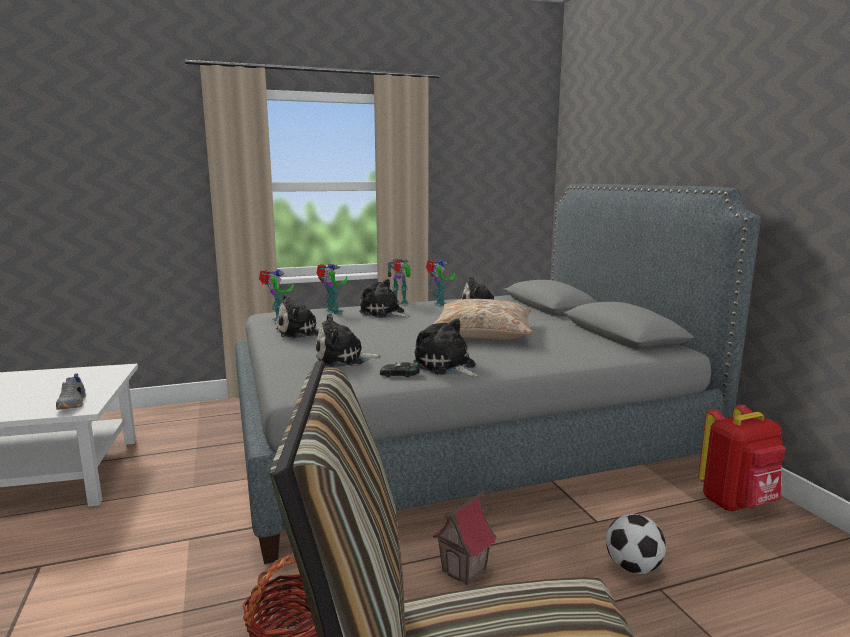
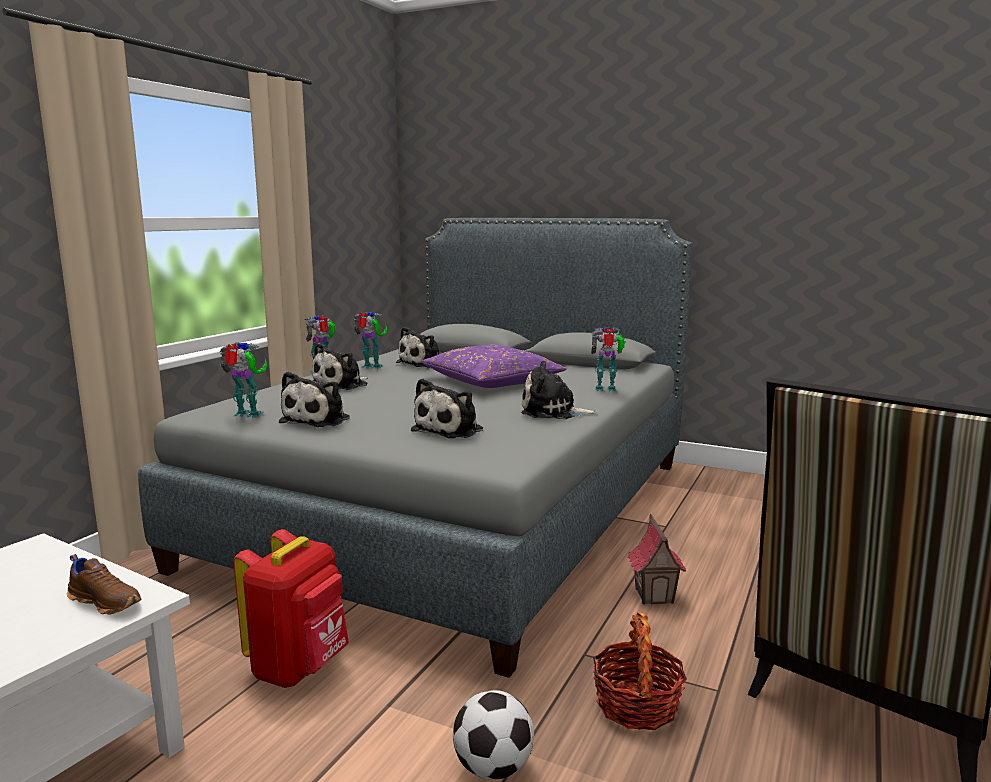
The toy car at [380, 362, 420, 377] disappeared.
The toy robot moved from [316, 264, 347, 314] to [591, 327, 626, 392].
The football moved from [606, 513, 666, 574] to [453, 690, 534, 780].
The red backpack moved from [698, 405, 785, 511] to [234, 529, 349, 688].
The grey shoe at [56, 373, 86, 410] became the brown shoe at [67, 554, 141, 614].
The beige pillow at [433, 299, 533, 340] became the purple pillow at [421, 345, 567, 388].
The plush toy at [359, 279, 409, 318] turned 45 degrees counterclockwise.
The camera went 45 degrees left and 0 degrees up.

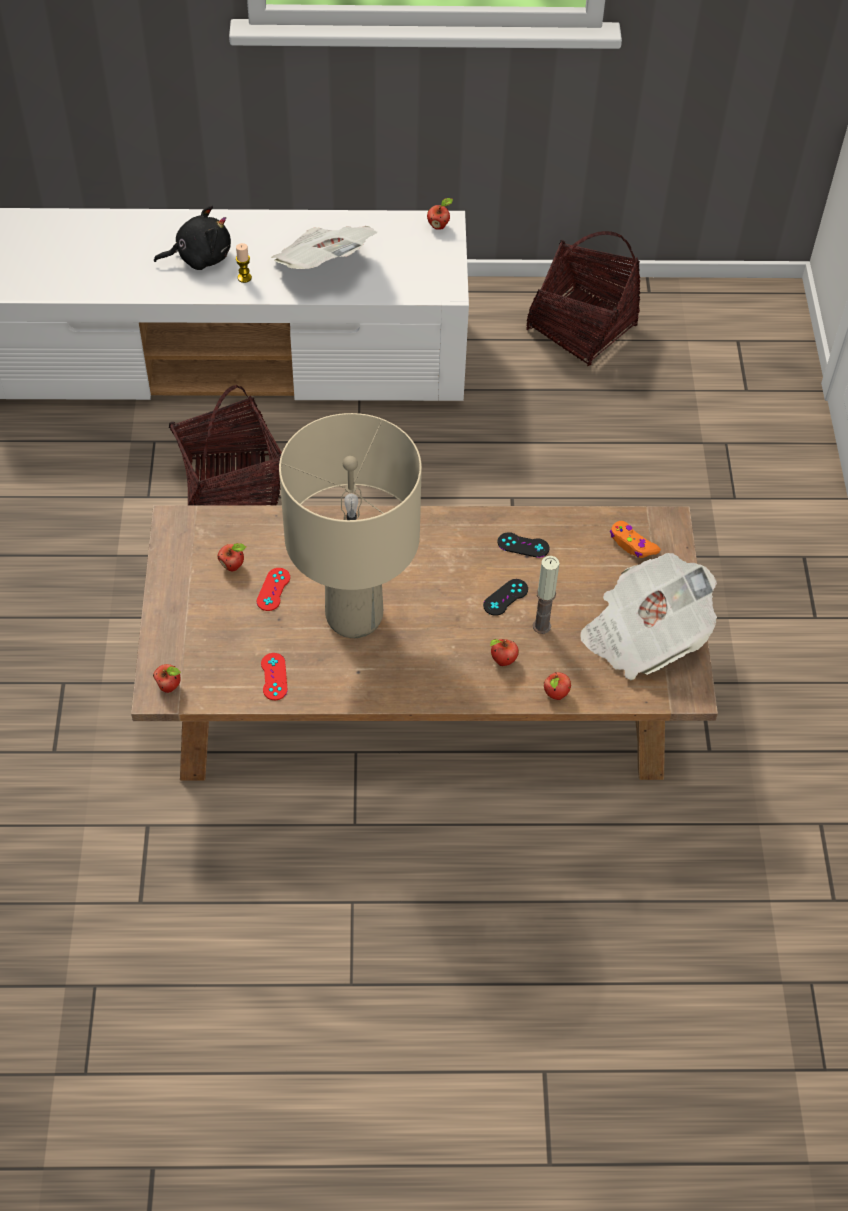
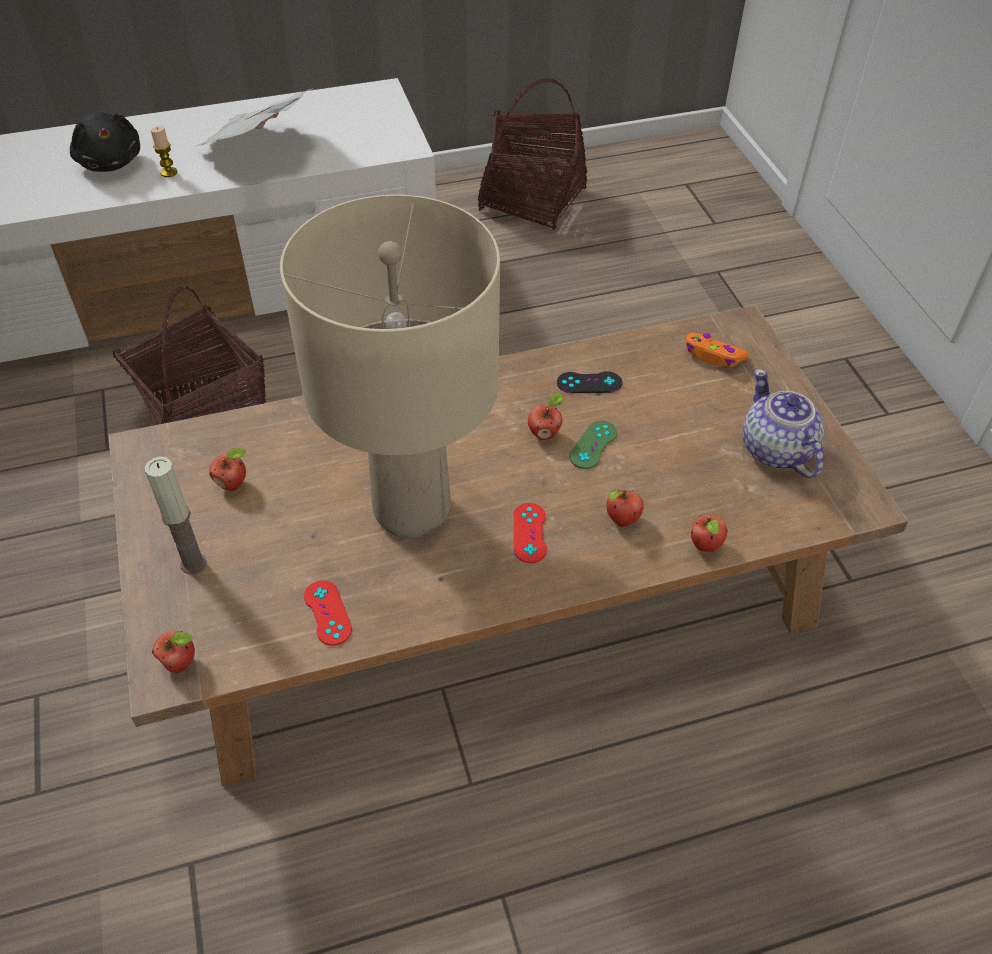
The red game controller moved from [256, 568, 290, 611] to [514, 503, 547, 563].
The apple moved from [427, 198, 453, 229] to [528, 393, 564, 440].
The candle moved from [533, 556, 559, 634] to [145, 457, 207, 574].
The newspaper at [580, 553, 717, 680] was replaced by the teapot at [743, 369, 824, 478].
The black game controller at [483, 579, 528, 616] became the green game controller at [569, 421, 617, 469].
The black plush toy at [154, 205, 231, 270] turned 90 degrees clockwise.
The camera went 15 degrees left and 5 degrees down.

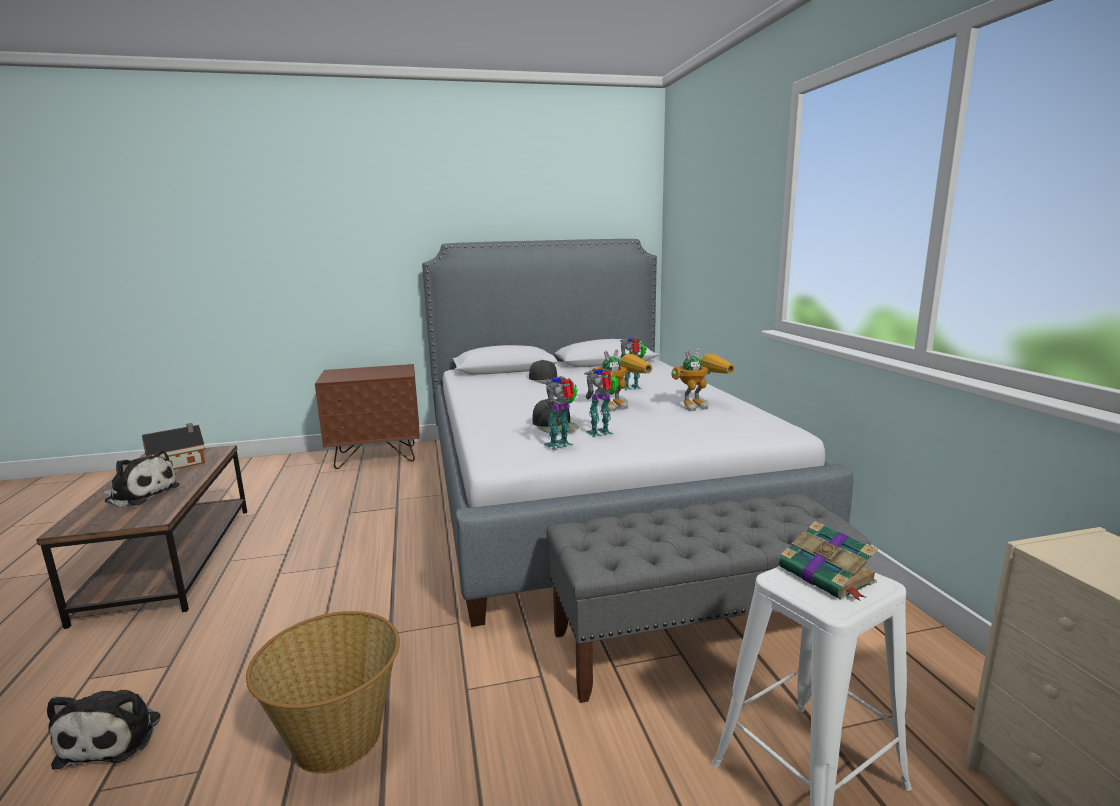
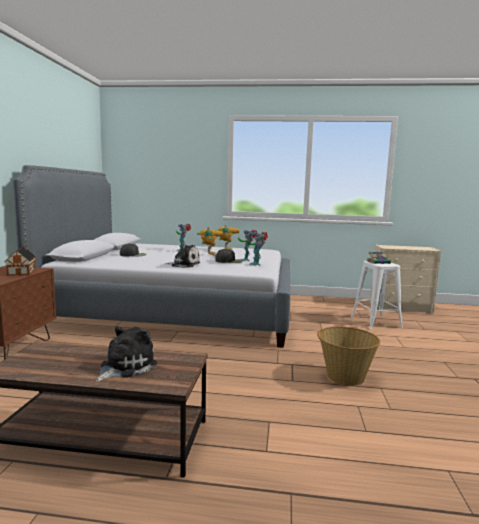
The grey bench at [546, 494, 871, 703] disappeared.
The plush toy moved from [47, 690, 160, 769] to [166, 245, 200, 268].
The toy house moved from [142, 423, 205, 470] to [5, 245, 36, 275].
The camera went 70 degrees left and 5 degrees down.

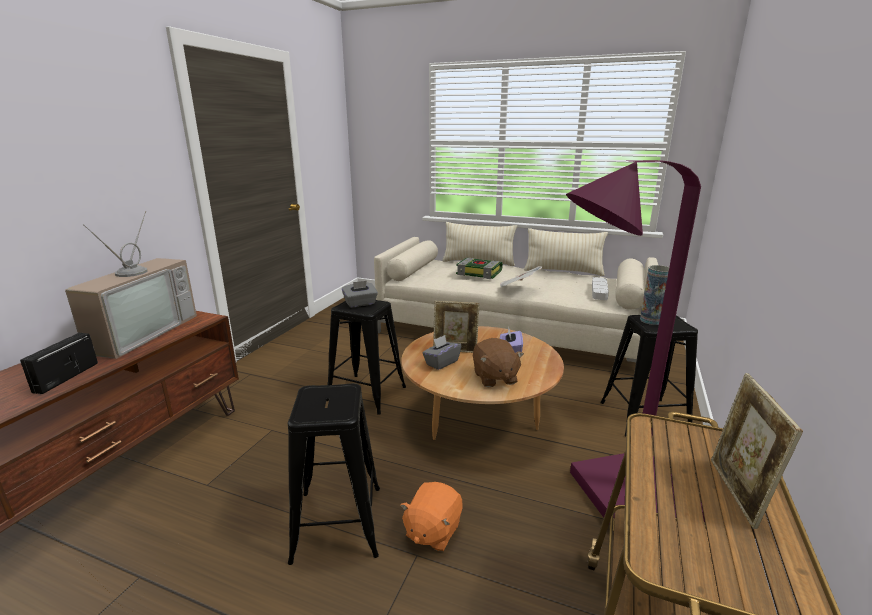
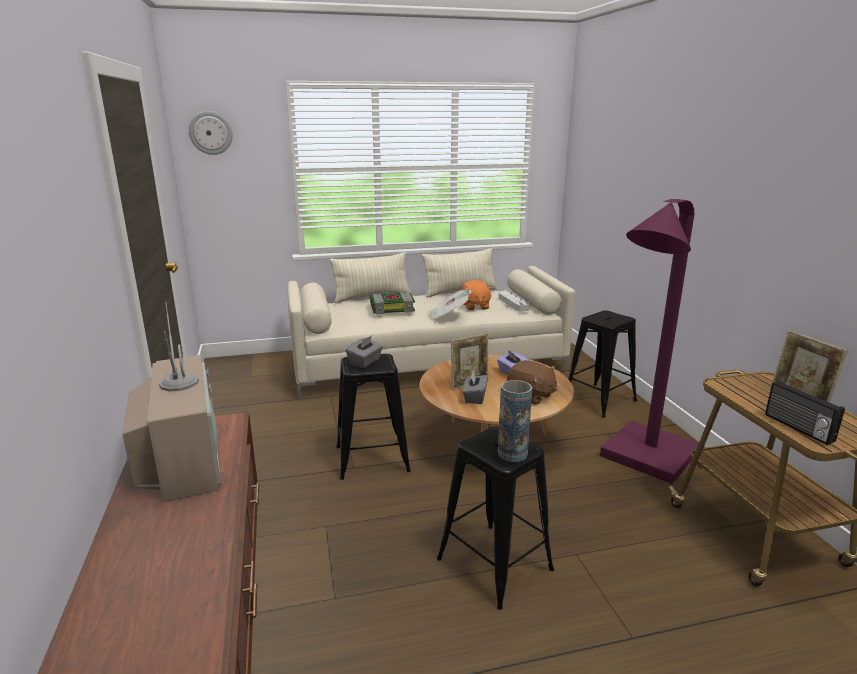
The wall clock at [189, 111, 233, 155] appeared.
The radio moved from [20, 333, 98, 394] to [765, 381, 845, 445].
The orange plush toy moved from [400, 482, 463, 551] to [462, 280, 493, 310].
The vase moved from [640, 265, 669, 325] to [498, 380, 532, 462].
The camera went 35 degrees left and 0 degrees up.

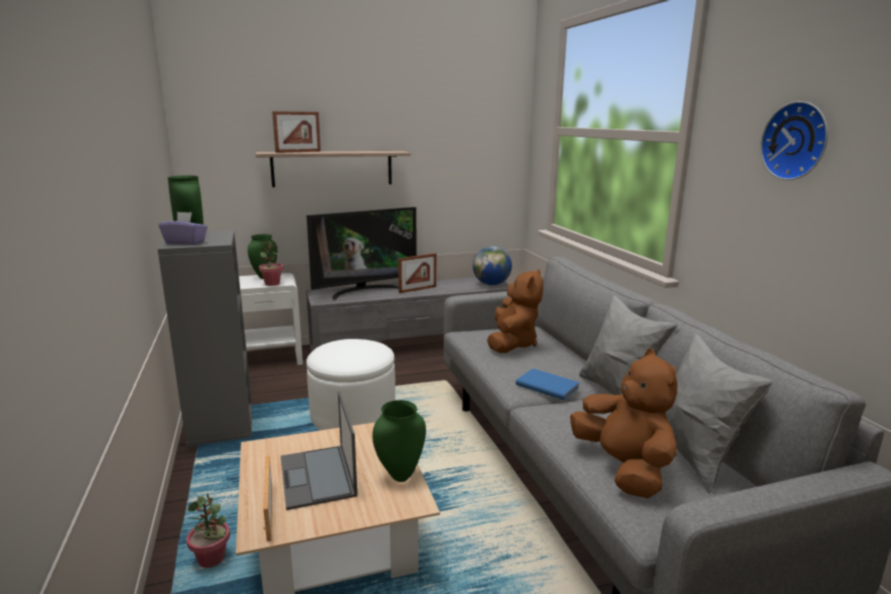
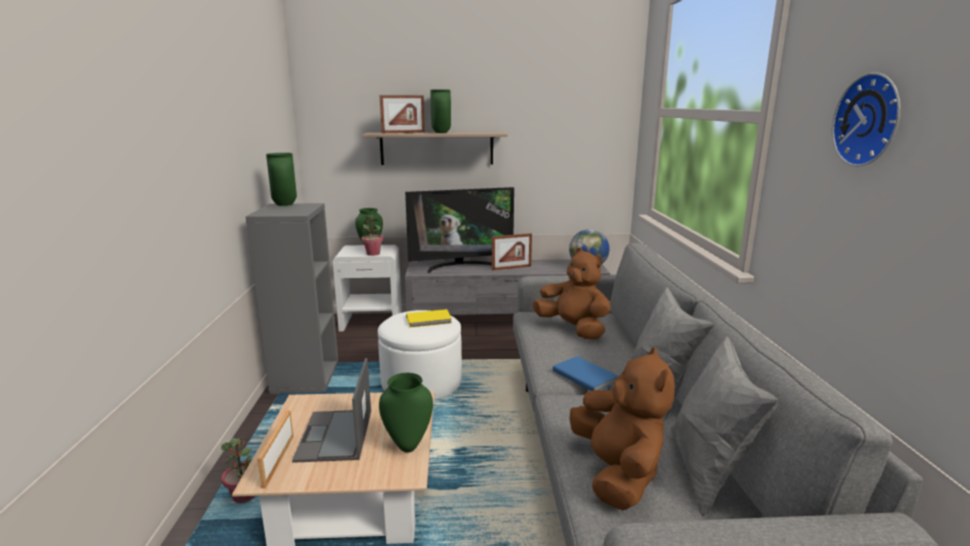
The purple tissue box at [159, 212, 207, 245] disappeared.
The yellow book at [406, 309, 452, 328] appeared.
The green vase at [430, 90, 451, 133] appeared.
The brown plush toy at [487, 269, 543, 353] turned 75 degrees counterclockwise.
The camera went 15 degrees right and 0 degrees up.

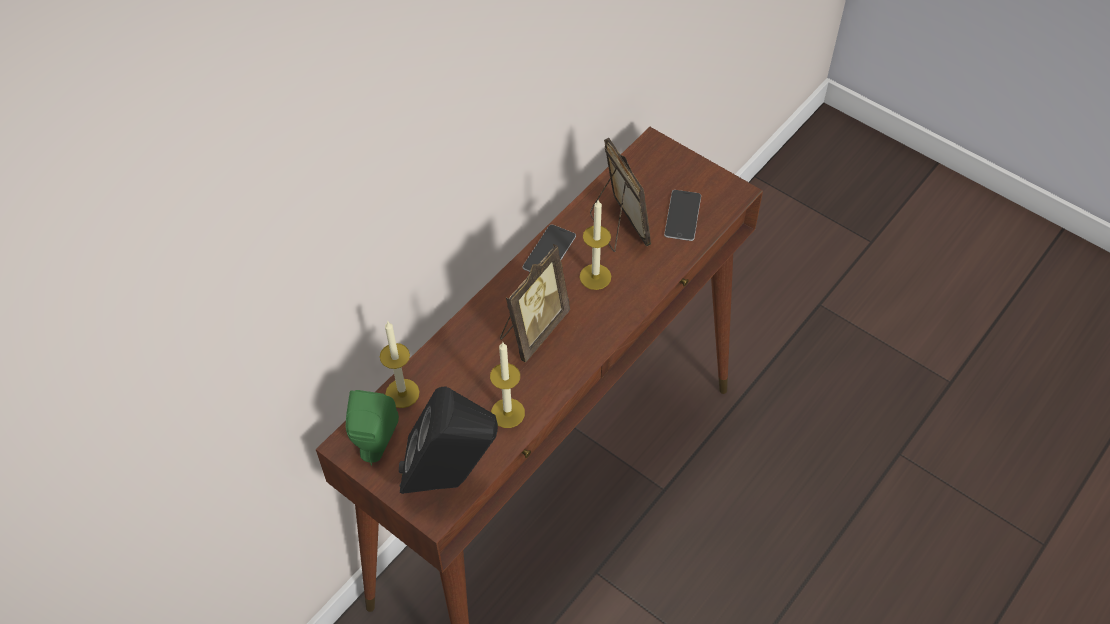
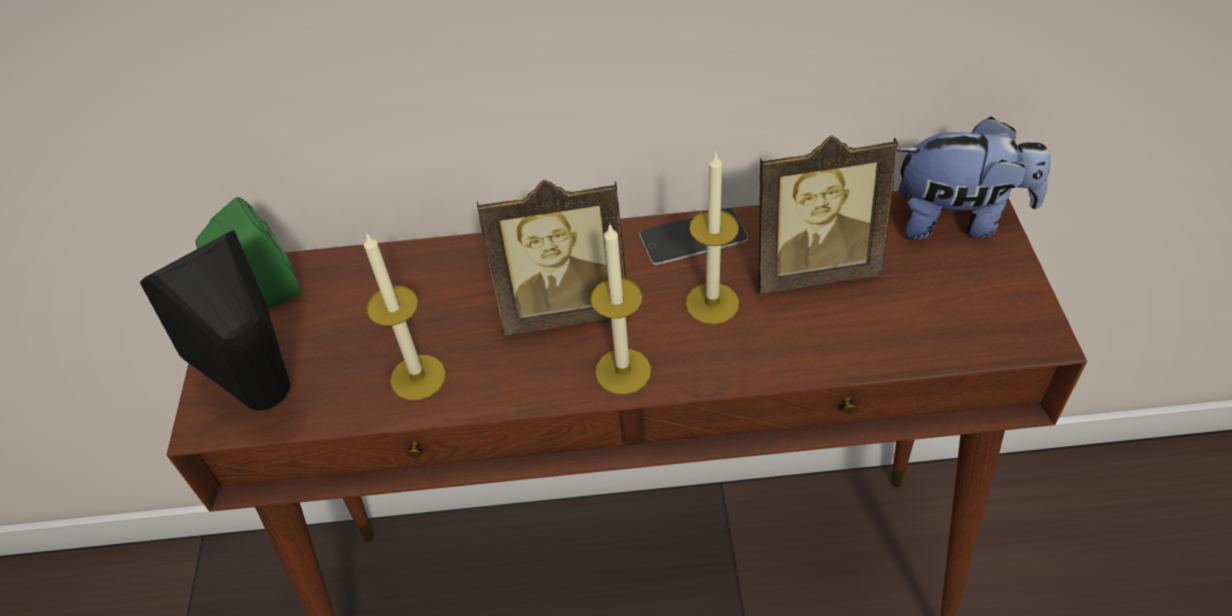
The phone at [664, 190, 701, 241] disappeared.
The plush toy at [897, 116, 1051, 240] appeared.
The candle moved from [380, 322, 419, 408] to [591, 225, 651, 394].
The picture frame at [590, 138, 651, 252] turned 60 degrees clockwise.
The camera went 50 degrees right and 5 degrees down.

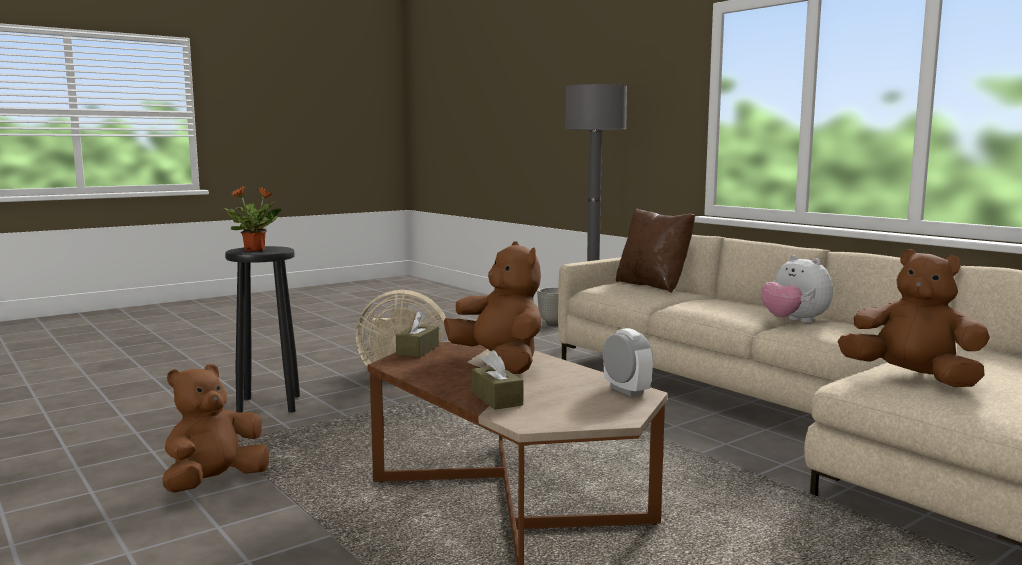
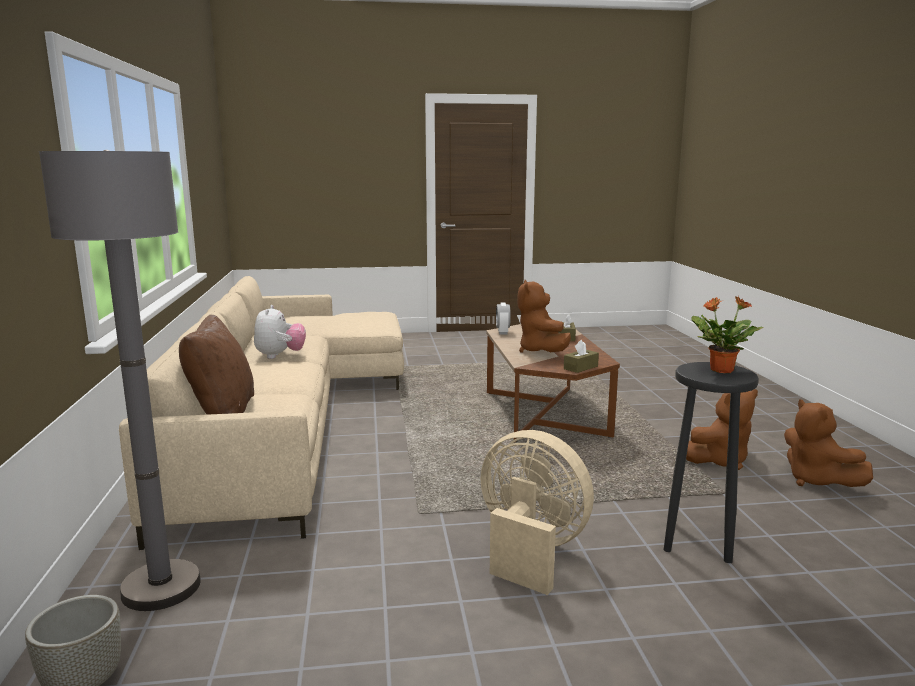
The brown plush toy moved from [837, 249, 990, 387] to [784, 399, 873, 487].
The camera went 150 degrees left and 5 degrees up.

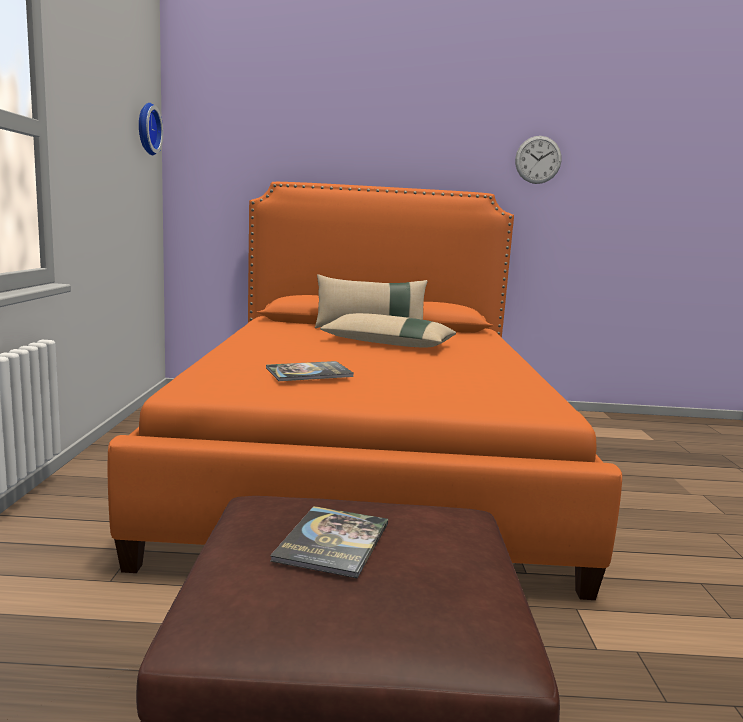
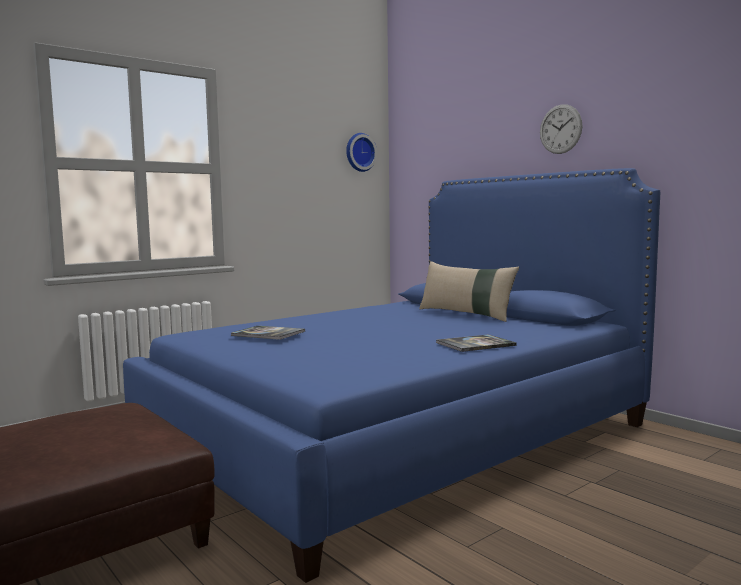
The beige pillow at [320, 313, 456, 347] disappeared.
The book moved from [270, 506, 388, 578] to [436, 335, 517, 352].
The wall clock moved from [515, 136, 562, 184] to [540, 104, 583, 154].
The orange bed at [108, 182, 622, 600] became the blue bed at [123, 168, 660, 583].
The camera went 50 degrees right and 5 degrees down.

